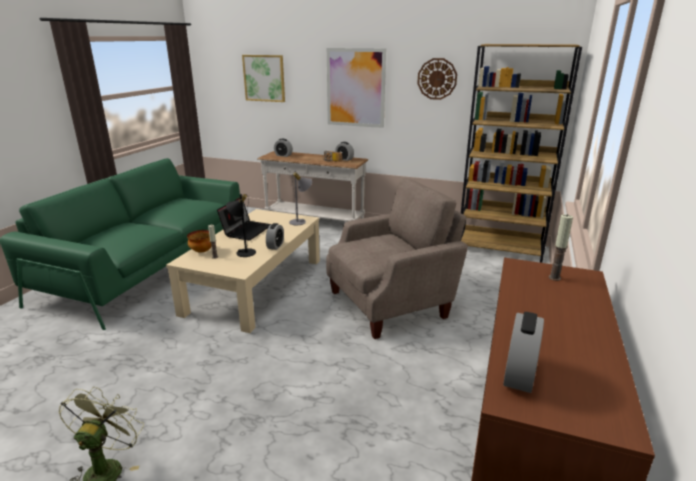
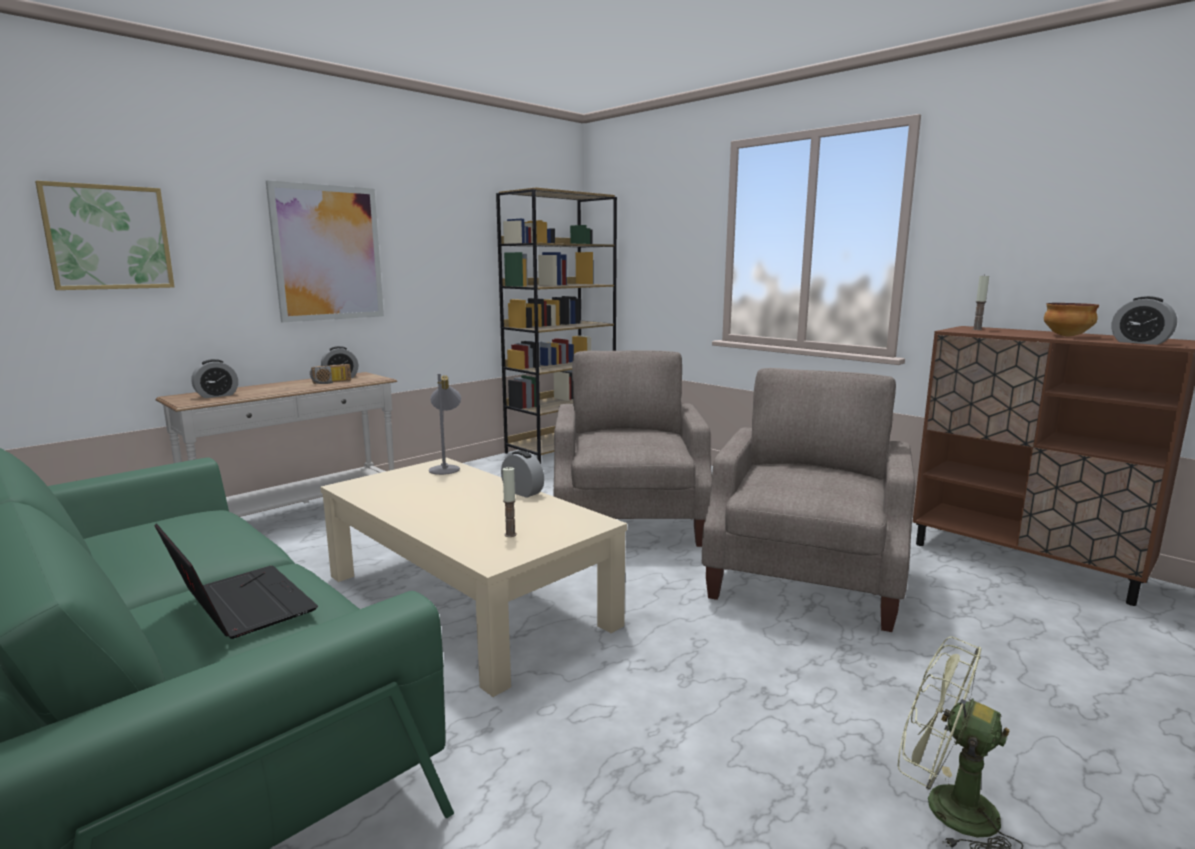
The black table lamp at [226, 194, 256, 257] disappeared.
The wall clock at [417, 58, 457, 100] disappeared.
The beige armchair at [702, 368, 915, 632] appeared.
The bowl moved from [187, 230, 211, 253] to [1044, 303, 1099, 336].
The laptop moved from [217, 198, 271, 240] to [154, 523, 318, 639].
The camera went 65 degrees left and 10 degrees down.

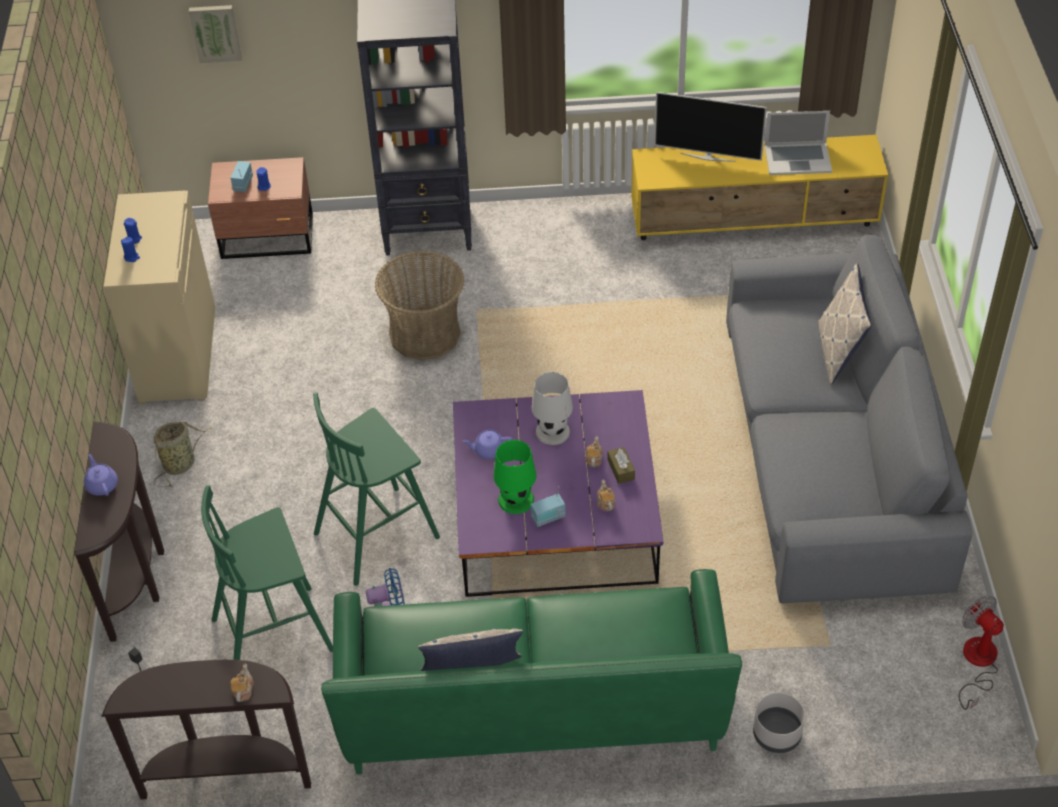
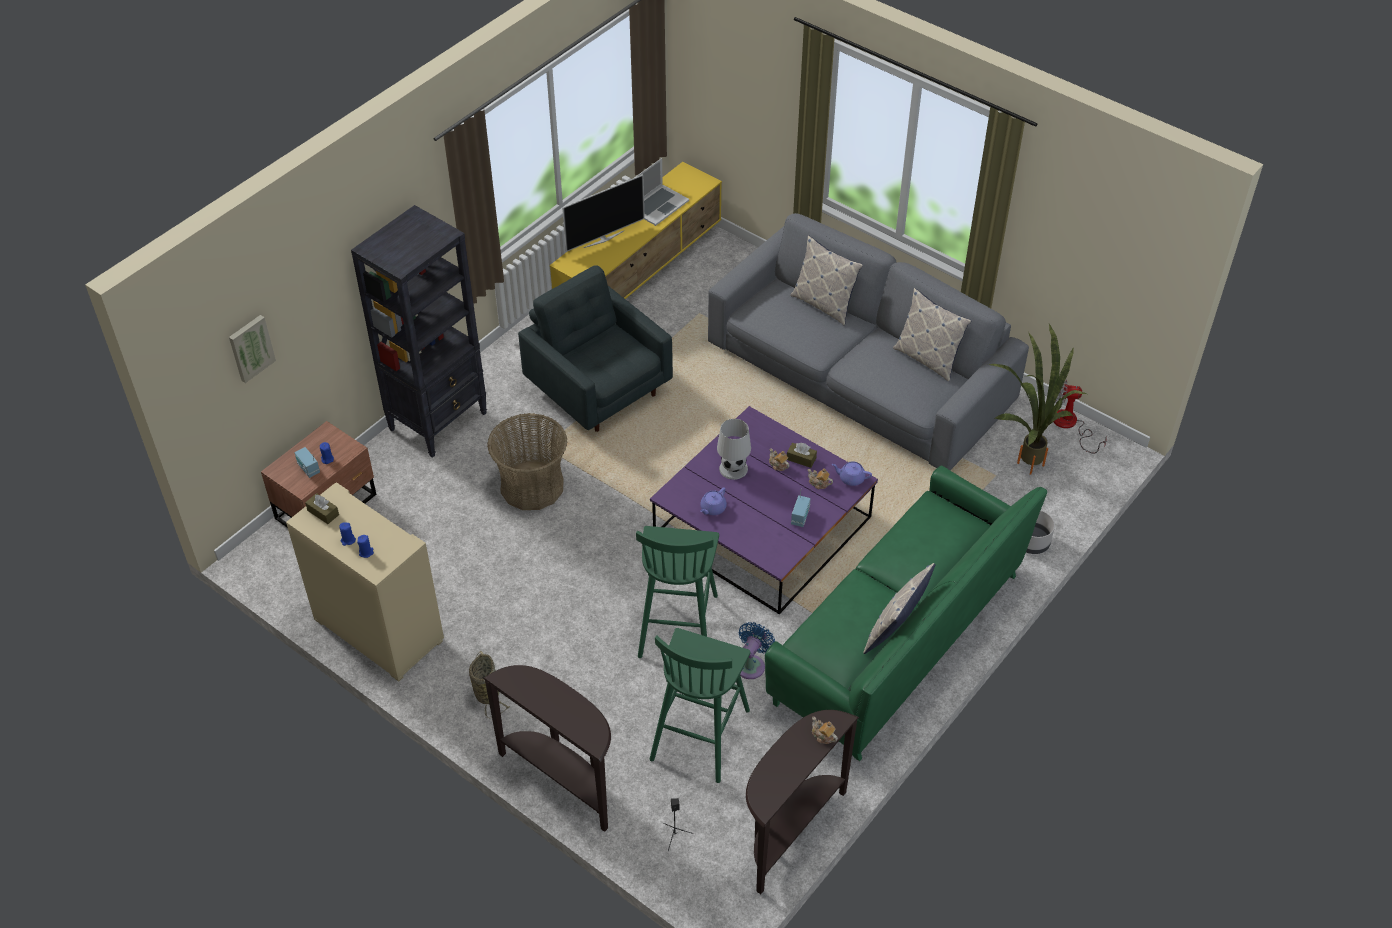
The green table lamp at [494, 440, 536, 514] disappeared.
The brown tissue box at [305, 493, 339, 524] appeared.
The grey armchair at [518, 265, 673, 432] appeared.
The pillow at [893, 288, 971, 382] appeared.
The potted plant at [988, 324, 1086, 474] appeared.
The purple teapot moved from [84, 454, 118, 496] to [832, 461, 872, 486].
The camera went 50 degrees left and 0 degrees up.

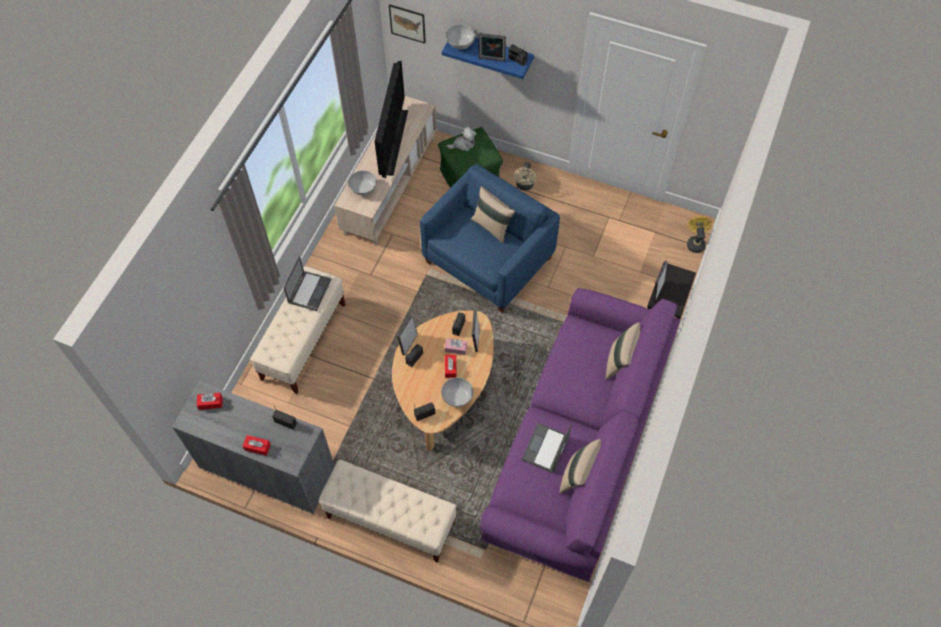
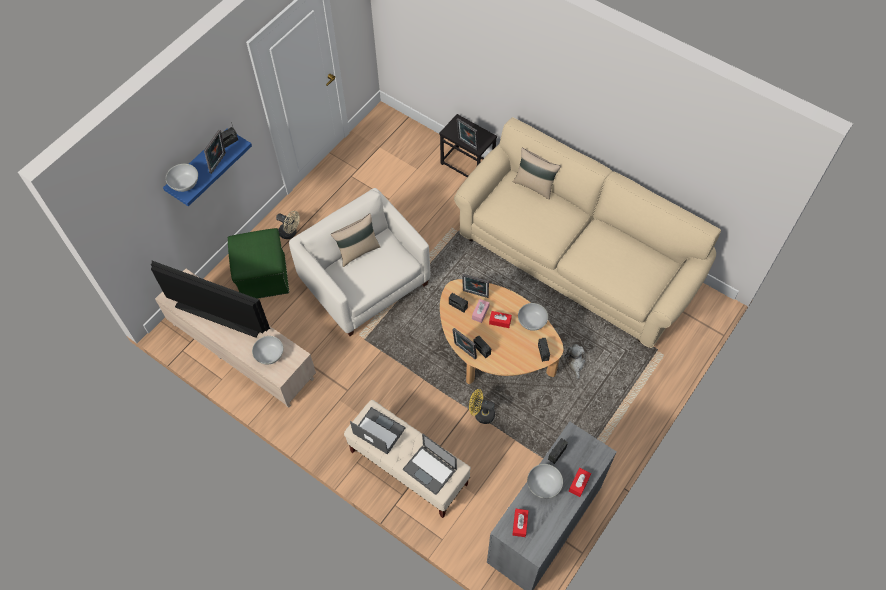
The beige bench at [319, 460, 457, 563] disappeared.
The picture at [389, 4, 426, 44] disappeared.
The beige pillow at [559, 439, 601, 494] disappeared.
The white bowl at [527, 464, 563, 499] appeared.
The plush toy moved from [446, 127, 476, 151] to [564, 344, 585, 379].
The laptop moved from [522, 423, 572, 473] to [403, 433, 457, 495].
The yellow fan moved from [687, 216, 712, 253] to [469, 389, 495, 424].
The blue armchair at [420, 164, 560, 312] became the white armchair at [289, 188, 430, 336].
The purple sofa at [480, 288, 680, 582] became the beige sofa at [454, 117, 721, 348].
The camera went 75 degrees left and 0 degrees up.

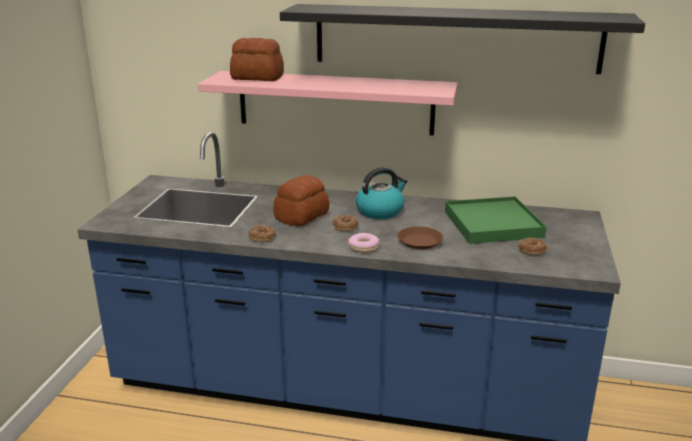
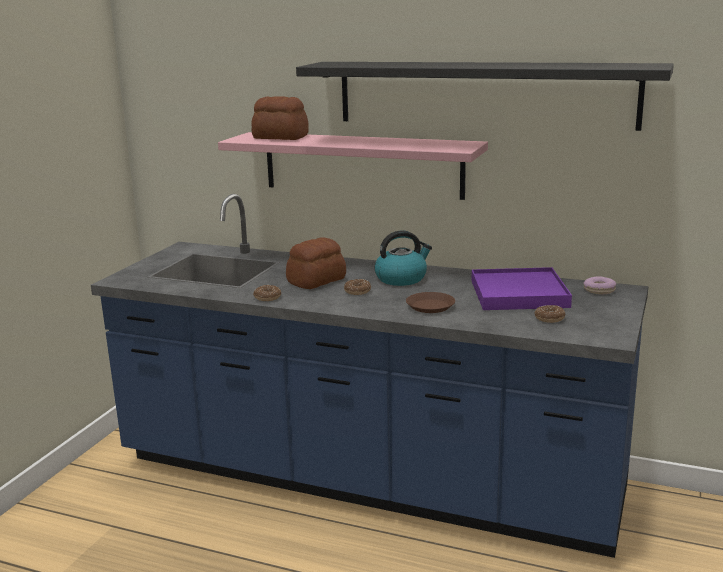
The donut moved from [348, 233, 379, 253] to [583, 276, 616, 294].
The green tray at [445, 196, 547, 244] became the purple tray at [471, 267, 572, 310].
The camera went 10 degrees right and 5 degrees down.

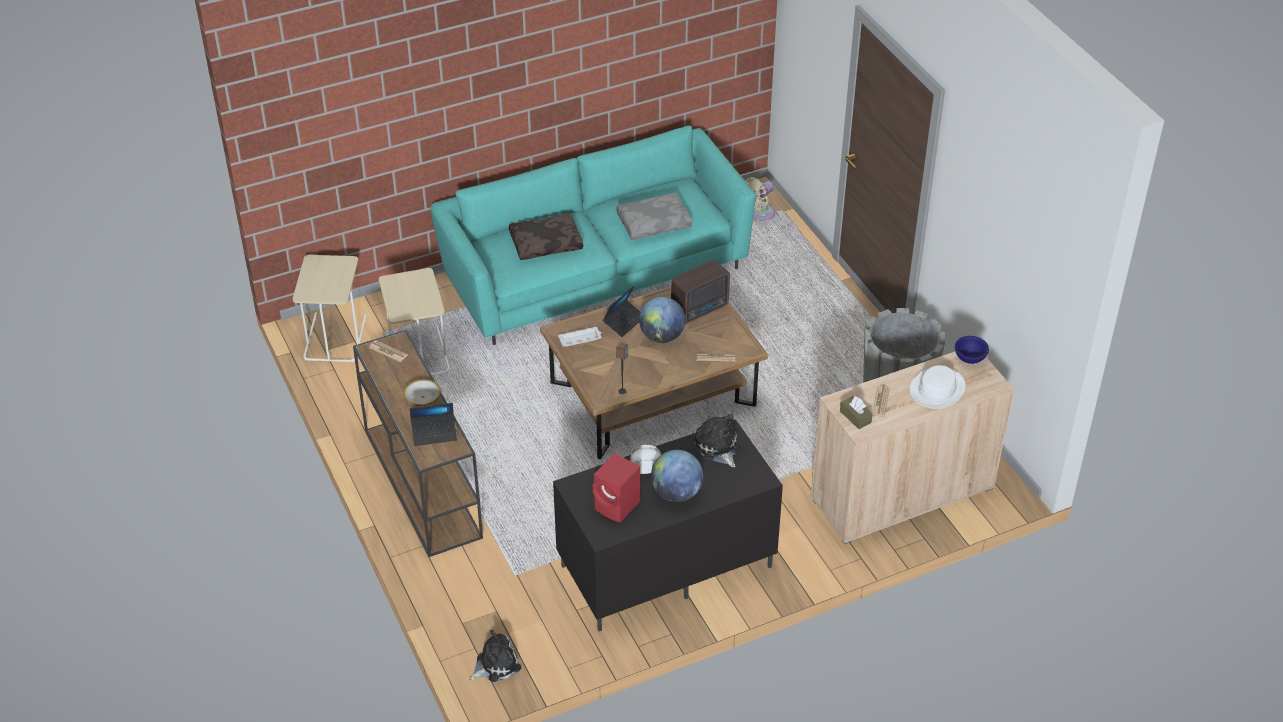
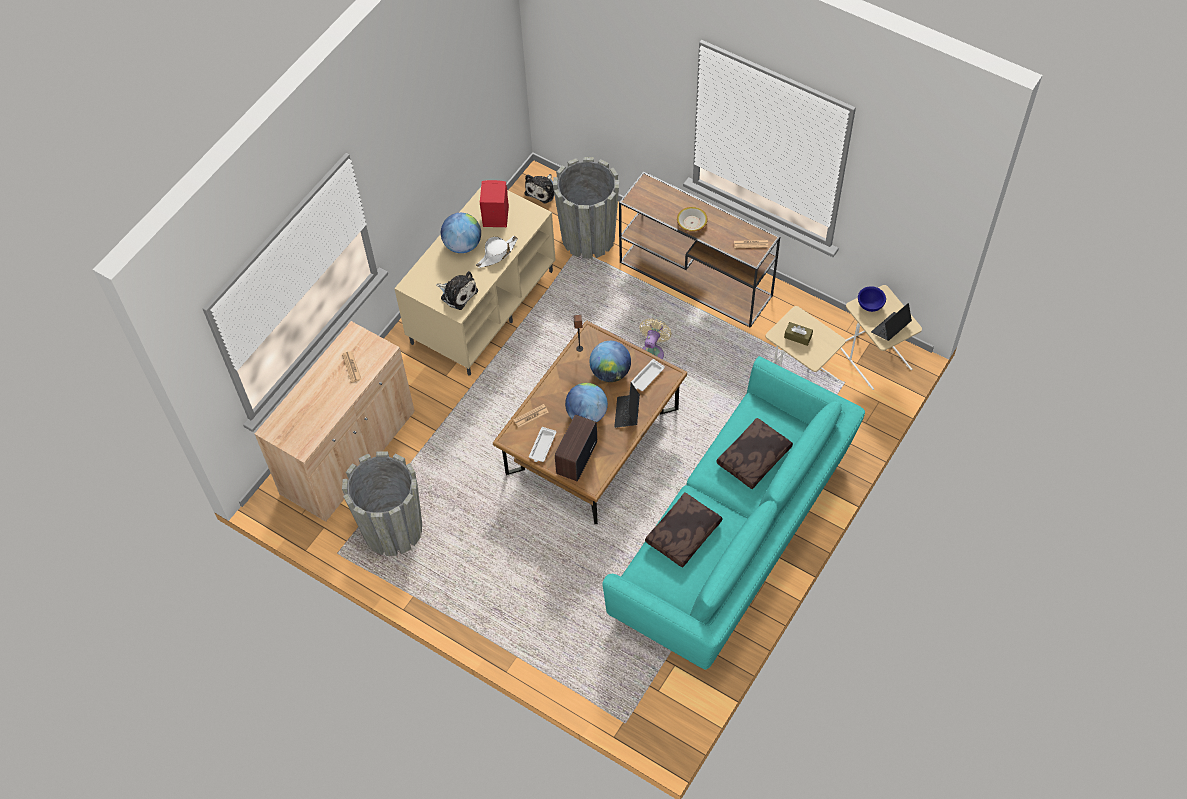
The white hat at [910, 365, 966, 409] disappeared.
The white tray at [529, 427, 556, 462] appeared.
The grey planter at [553, 157, 619, 259] appeared.
The globe at [589, 341, 631, 382] appeared.
The laptop moved from [410, 403, 457, 446] to [871, 303, 912, 341].
The beige fan moved from [745, 177, 775, 220] to [639, 318, 672, 359].
The brown tissue box moved from [840, 396, 873, 429] to [784, 322, 813, 346].
The blue bowl moved from [955, 336, 989, 364] to [858, 286, 886, 312].
The black tv stand at [553, 419, 783, 631] became the beige tv stand at [394, 187, 555, 376].
The grey pillow at [616, 193, 692, 240] became the brown pillow at [645, 492, 722, 568].
The camera went 150 degrees right and 15 degrees up.

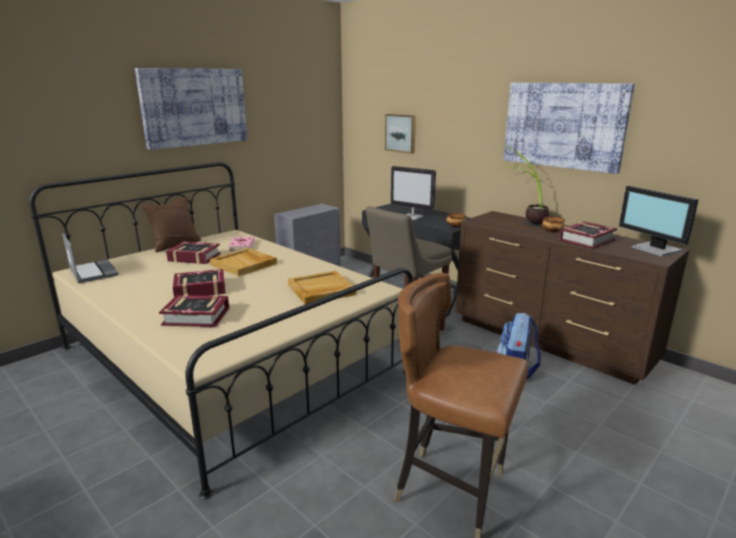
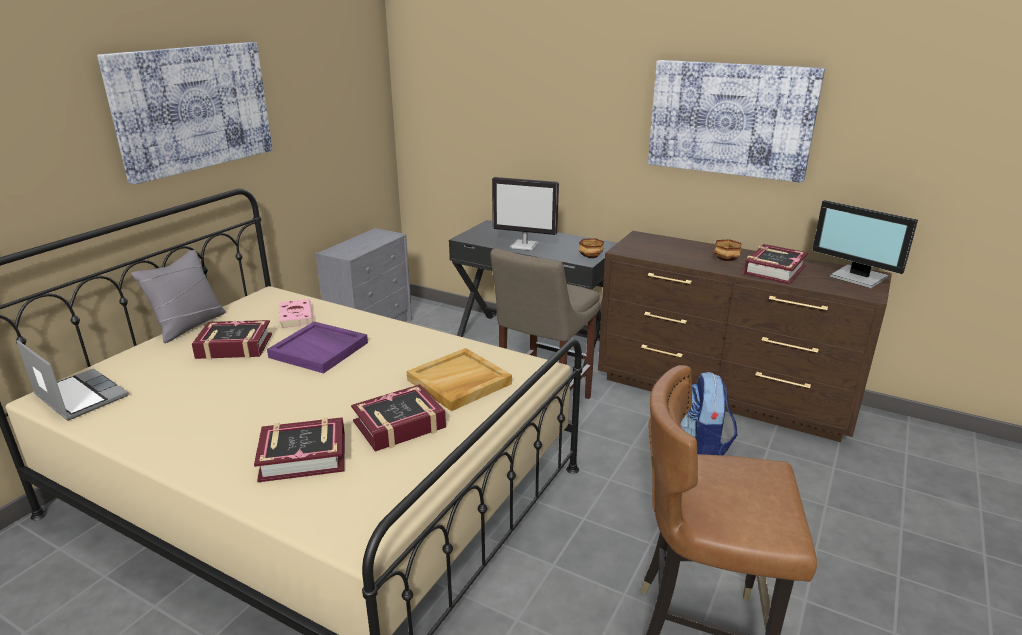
The picture at [385, 114, 416, 154] disappeared.
The potted plant at [499, 144, 550, 227] disappeared.
The book moved from [173, 269, 226, 297] to [351, 384, 446, 452].
The brown pillow at [141, 196, 201, 252] became the grey pillow at [131, 248, 226, 343].
The beige tray at [210, 248, 277, 276] became the purple tray at [267, 322, 368, 373].
The camera went 15 degrees left and 5 degrees up.

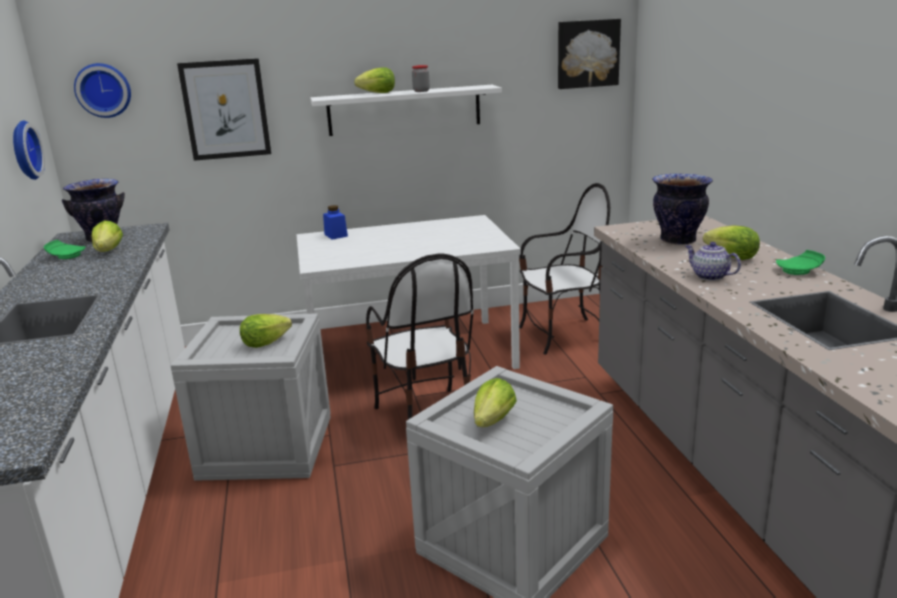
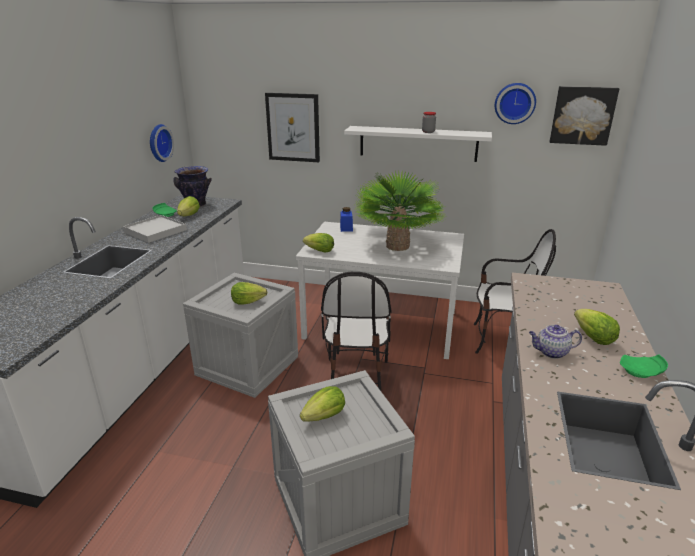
The vase at [652, 174, 713, 245] disappeared.
The white tray at [123, 215, 187, 243] appeared.
The potted plant at [354, 171, 445, 251] appeared.
The wall clock moved from [74, 63, 131, 118] to [495, 83, 536, 124].
The lettuce moved from [354, 67, 395, 93] to [303, 233, 334, 253].
The teapot at [685, 242, 741, 281] turned 75 degrees counterclockwise.
The camera went 25 degrees right and 5 degrees up.

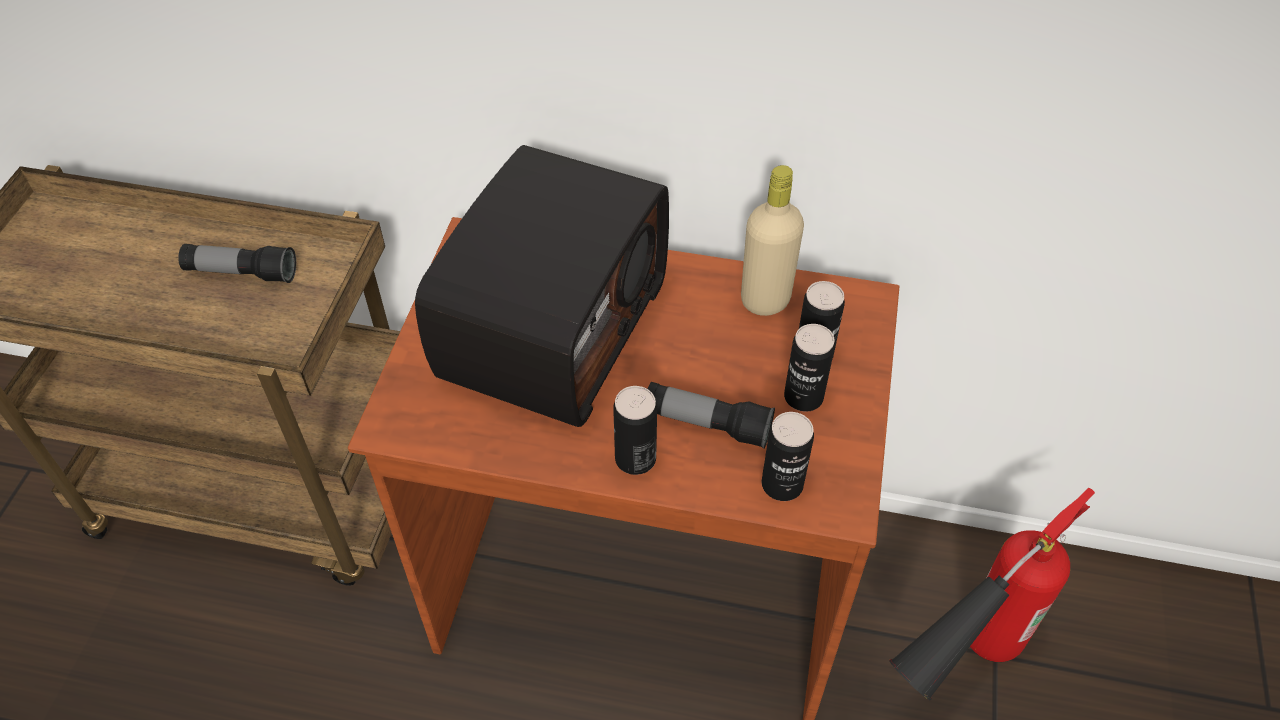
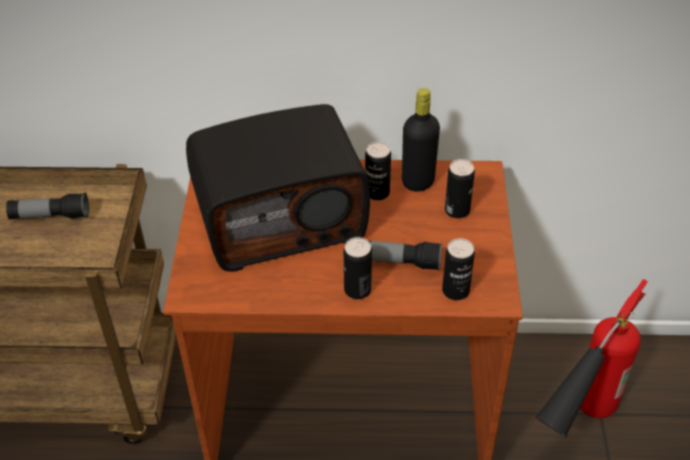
The can moved from [784, 324, 835, 412] to [365, 142, 391, 200].
The beige bottle at [741, 165, 804, 316] became the black bottle at [402, 88, 440, 192].
The radio at [415, 145, 669, 427] turned 60 degrees clockwise.
The camera went 10 degrees left and 5 degrees down.

